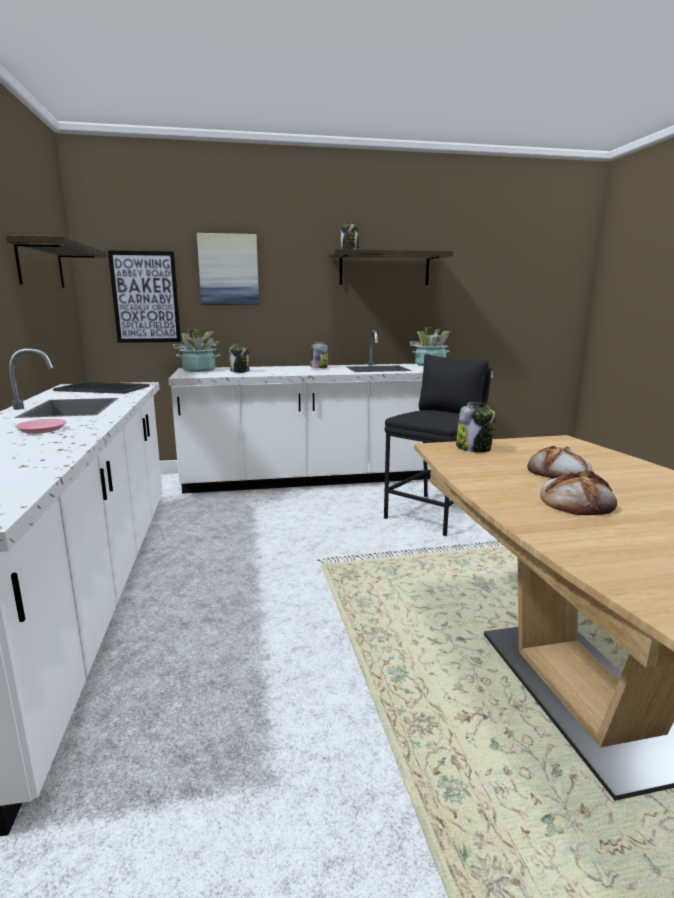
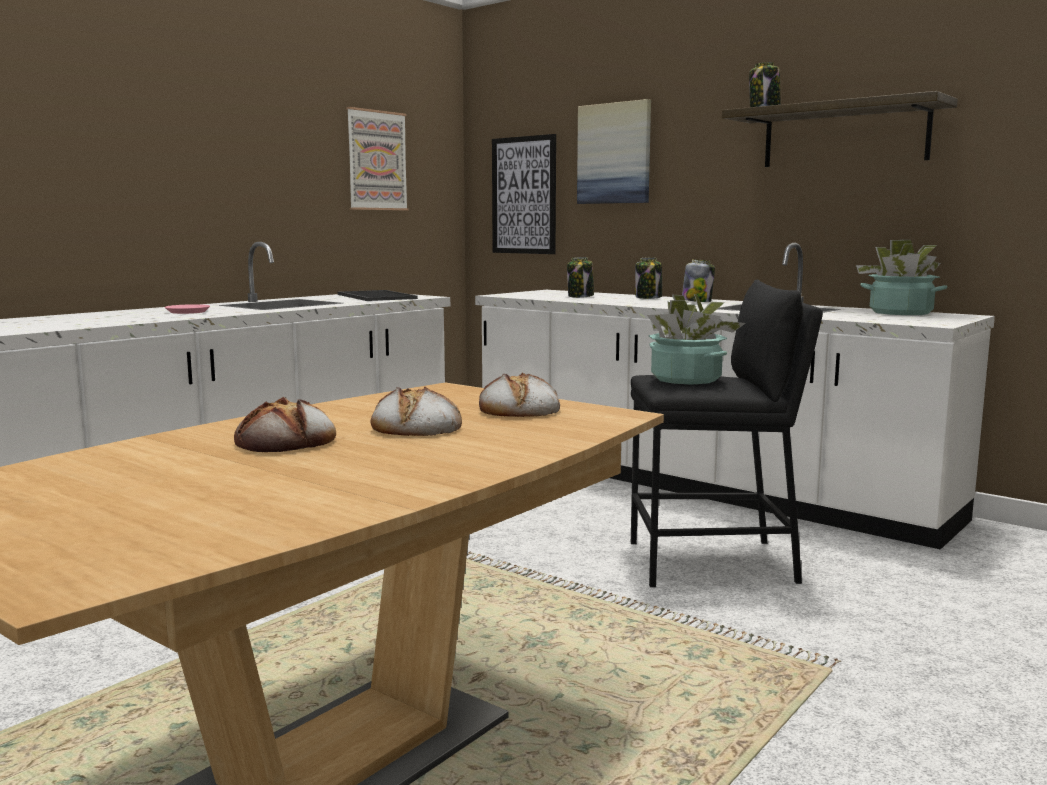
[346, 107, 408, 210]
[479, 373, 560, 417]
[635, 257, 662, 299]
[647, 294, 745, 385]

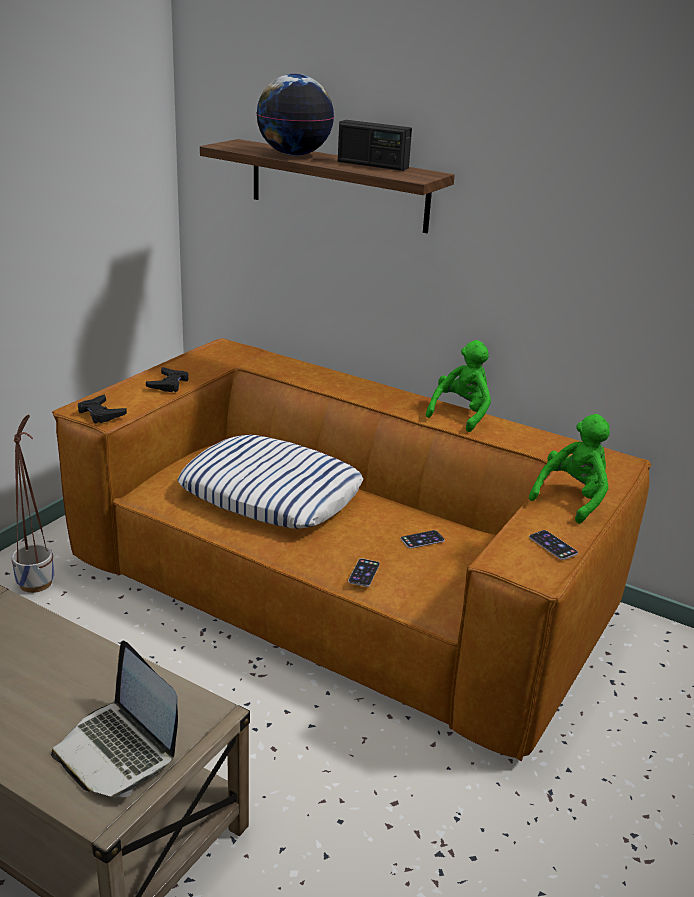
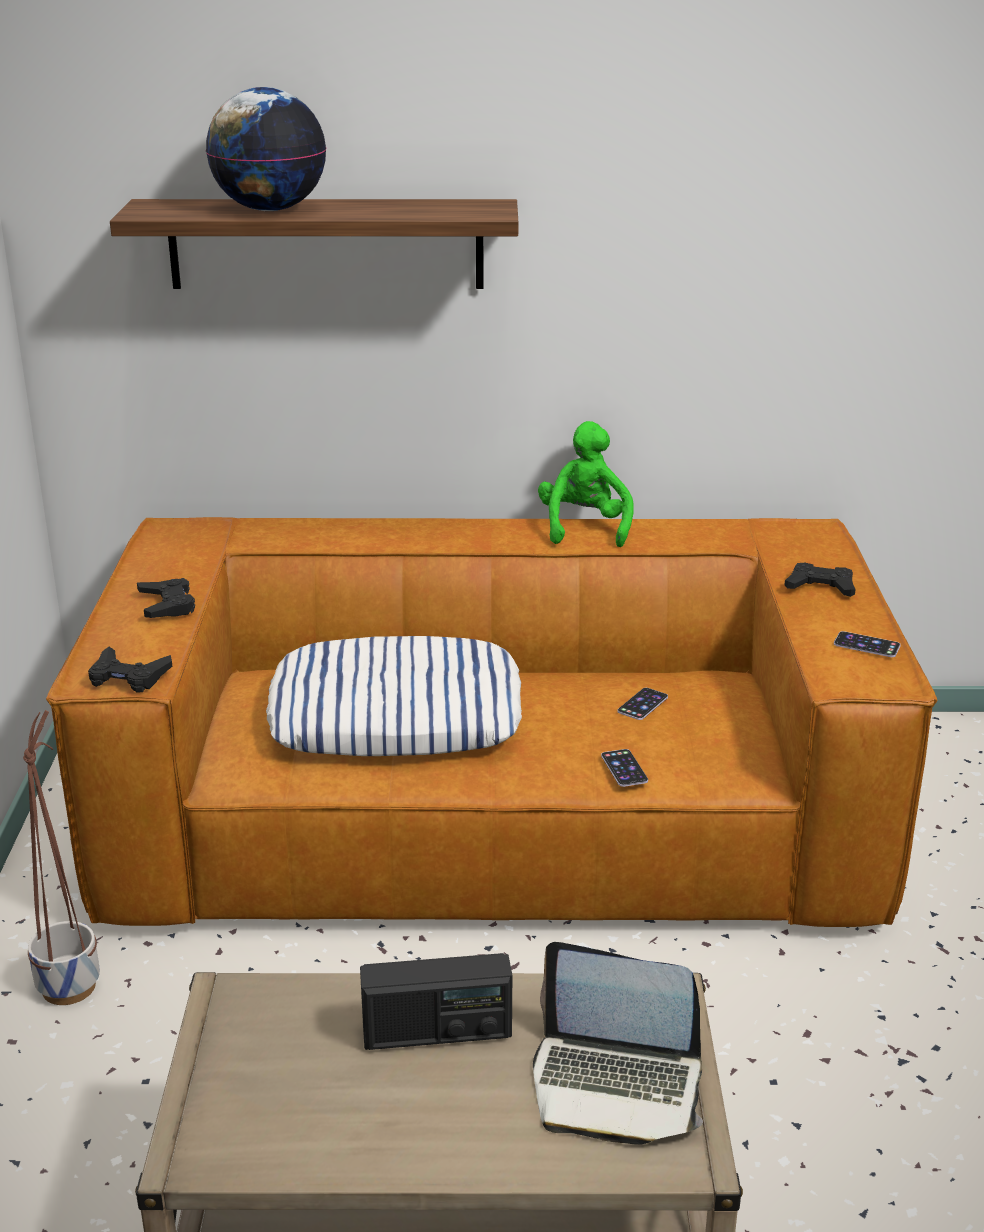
[360, 953, 512, 1050]
[785, 563, 856, 597]

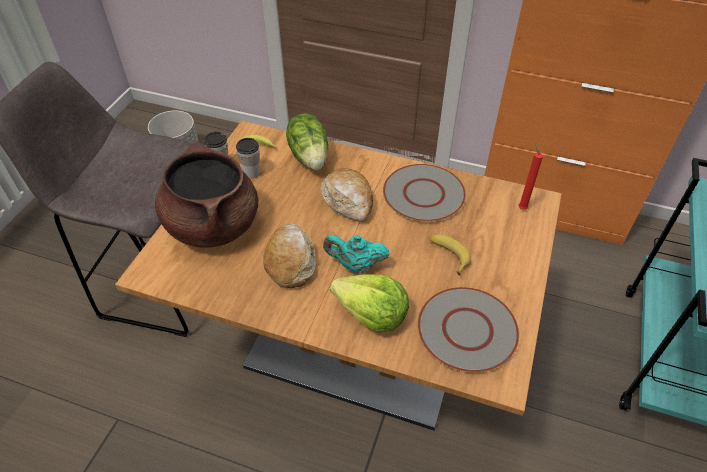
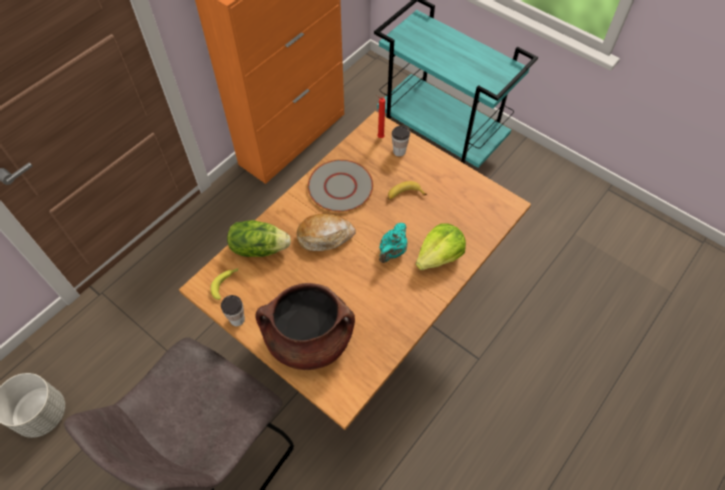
[392, 126, 410, 157]
[263, 223, 316, 288] (first image)
[418, 287, 519, 373] (first image)

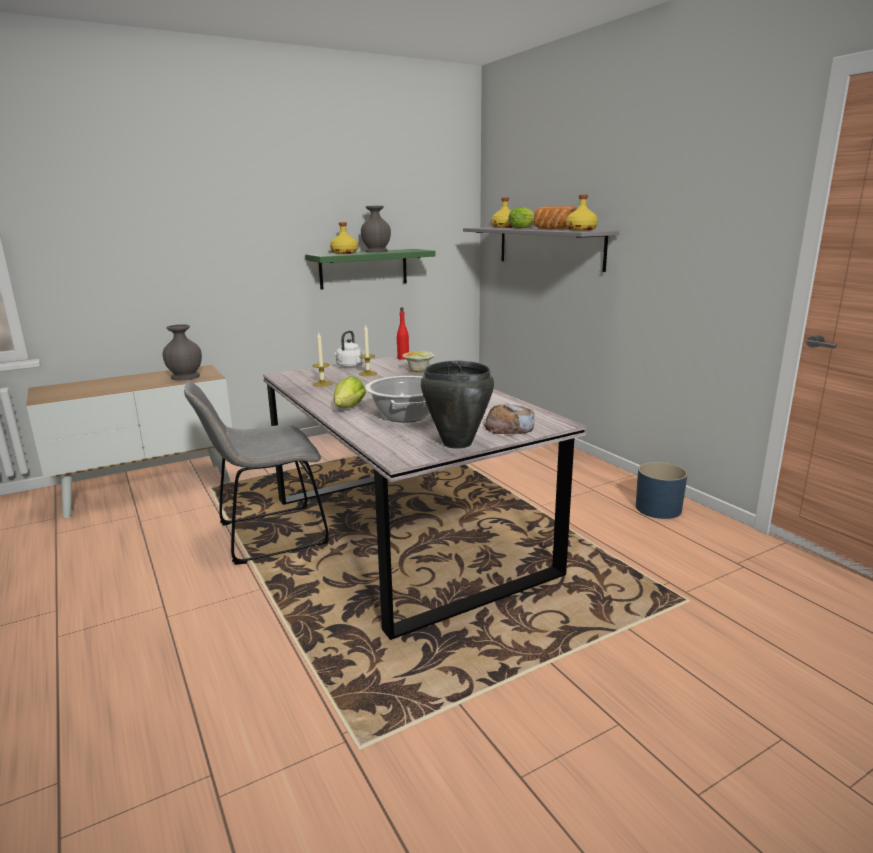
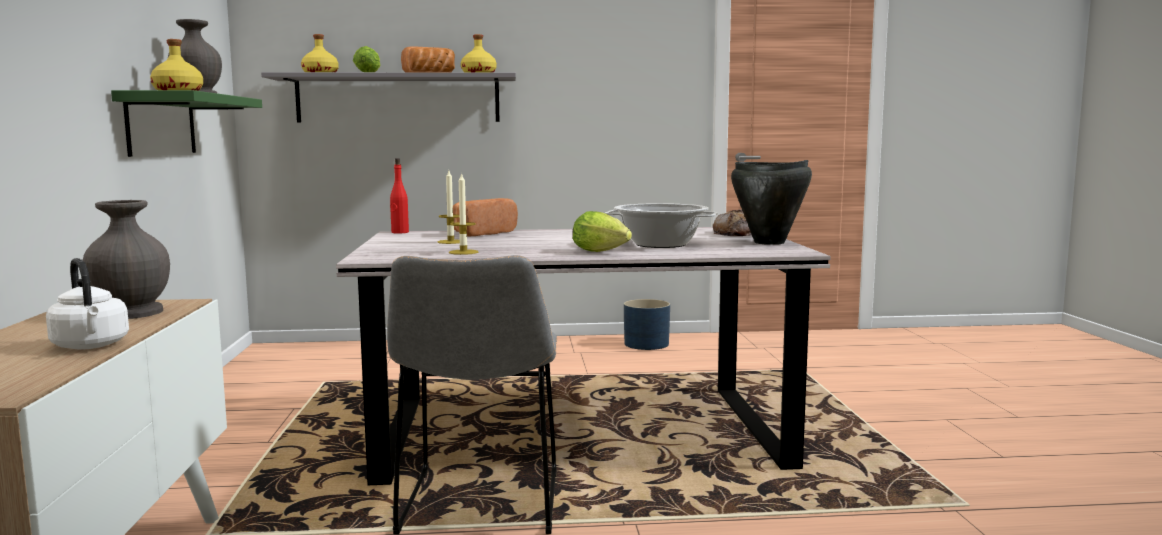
[46, 258, 129, 350]
[453, 198, 518, 236]

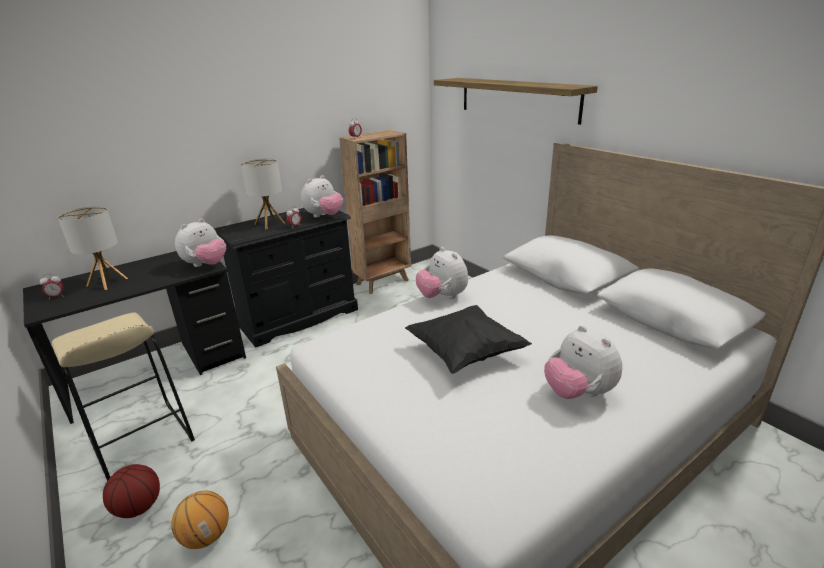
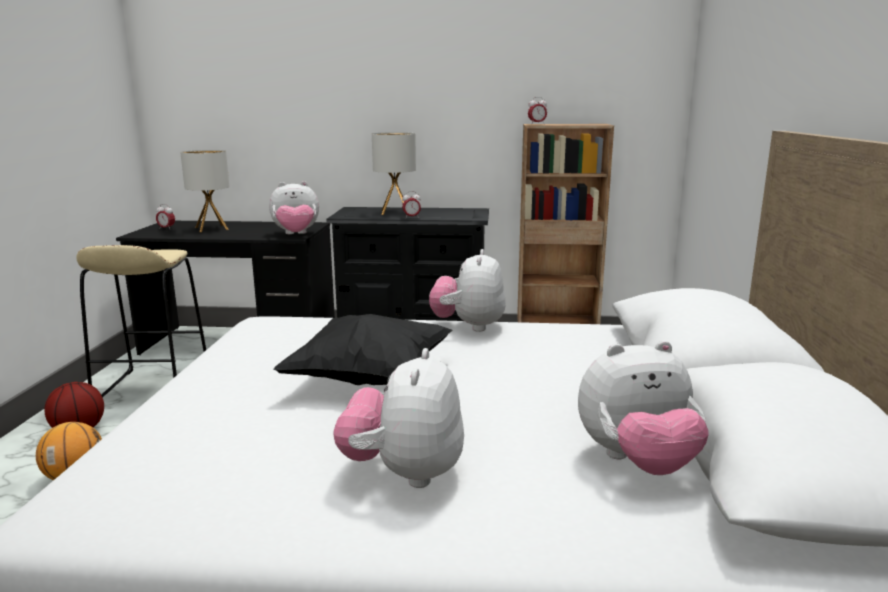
[578, 341, 708, 475]
[434, 78, 598, 125] (first image)

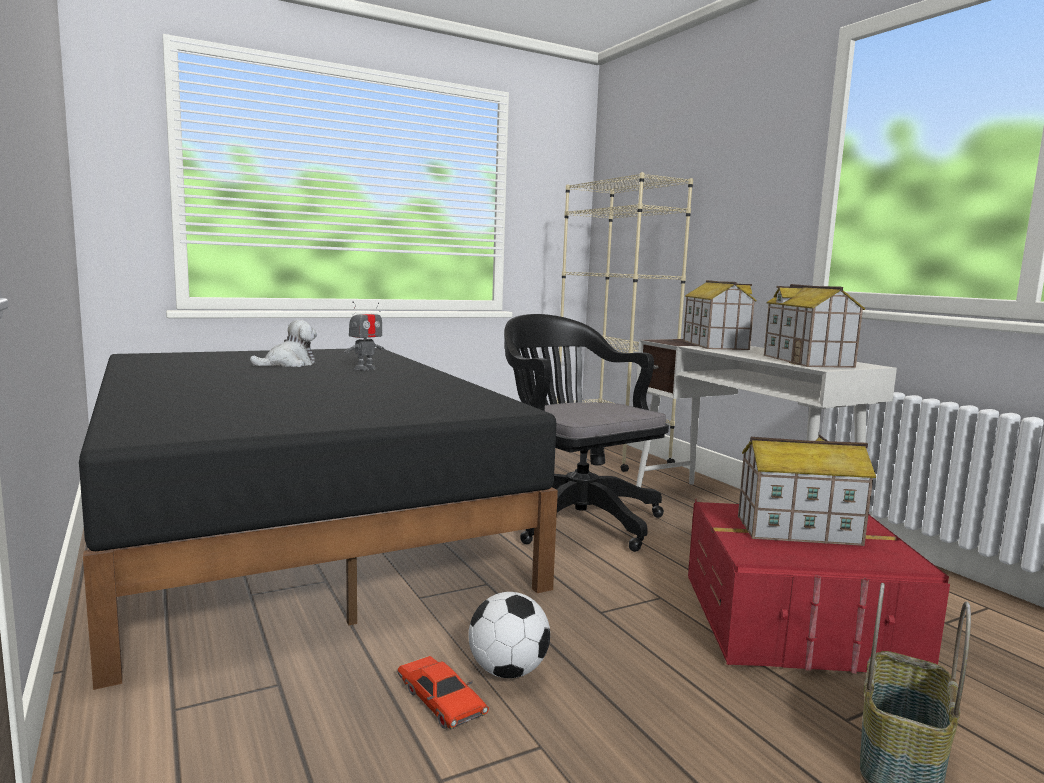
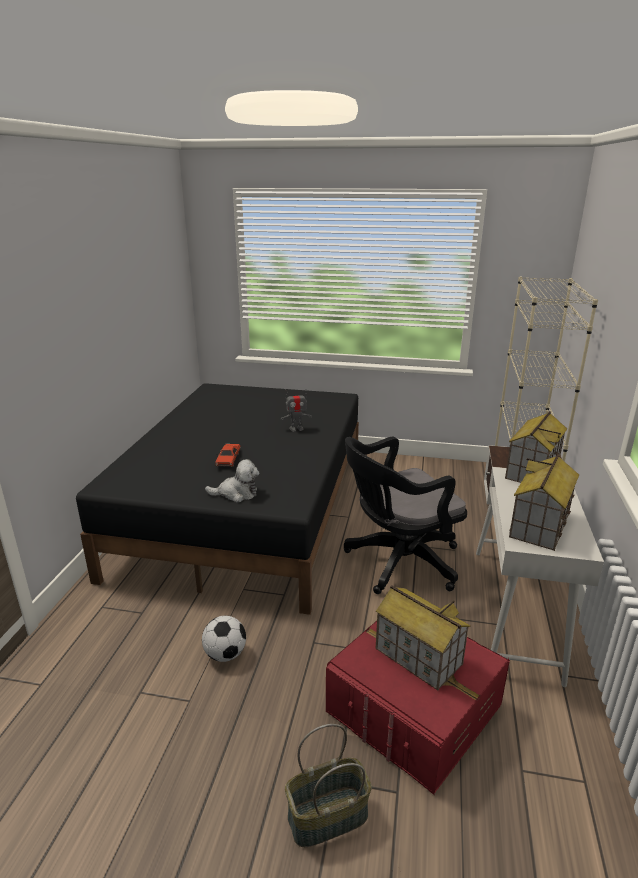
[205, 459, 259, 502]
[215, 444, 241, 467]
[344, 437, 467, 594]

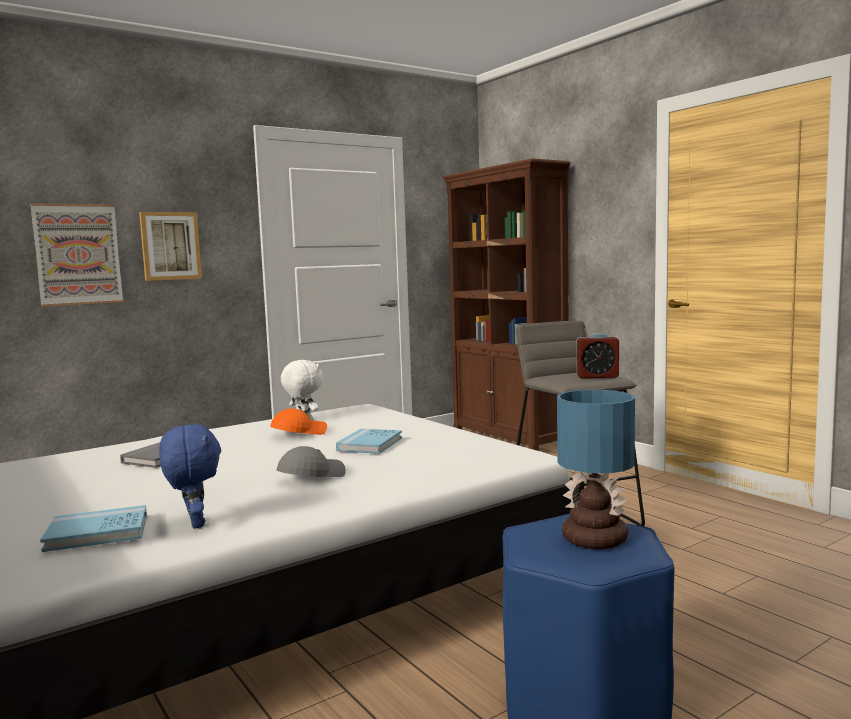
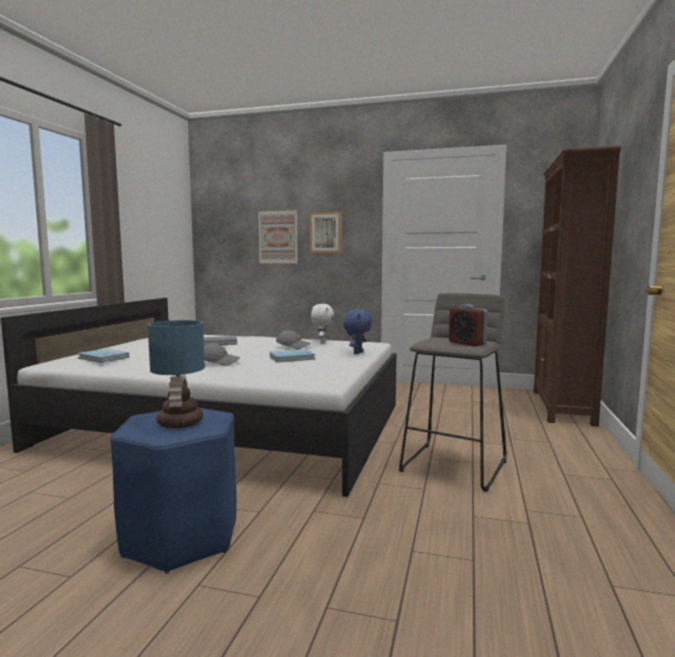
[276, 330, 311, 350]
[343, 309, 372, 354]

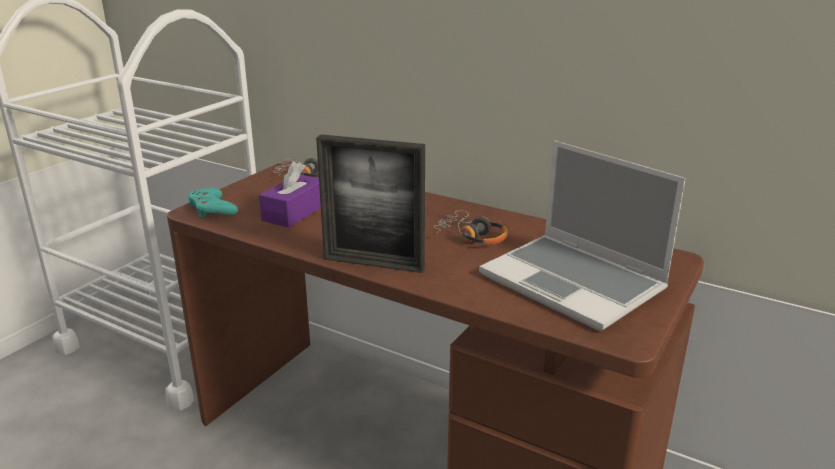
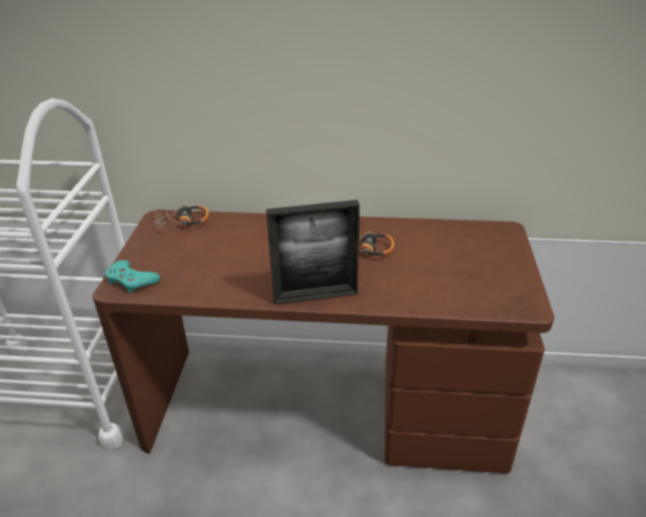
[259, 161, 321, 228] (first image)
[479, 140, 686, 331] (first image)

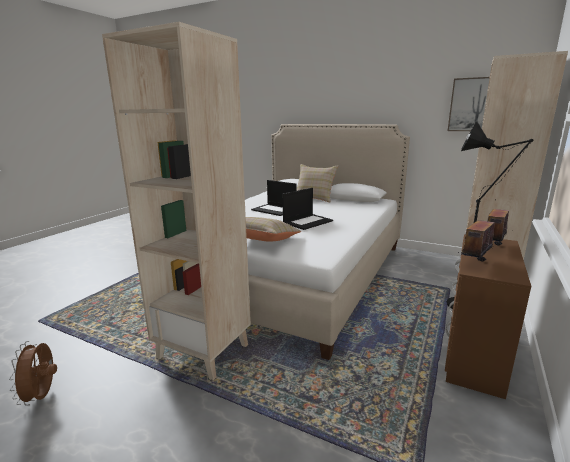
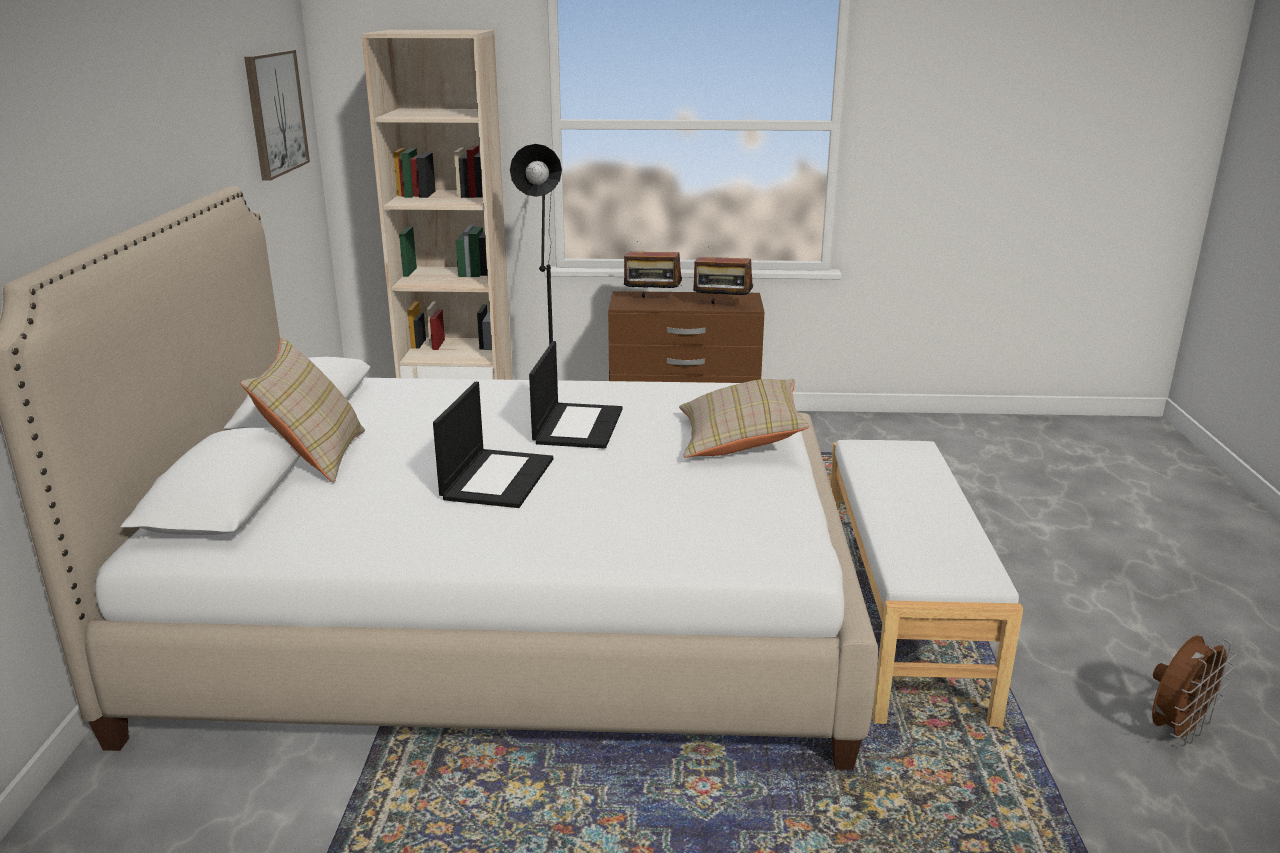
[529, 341, 623, 449]
[830, 440, 1023, 727]

